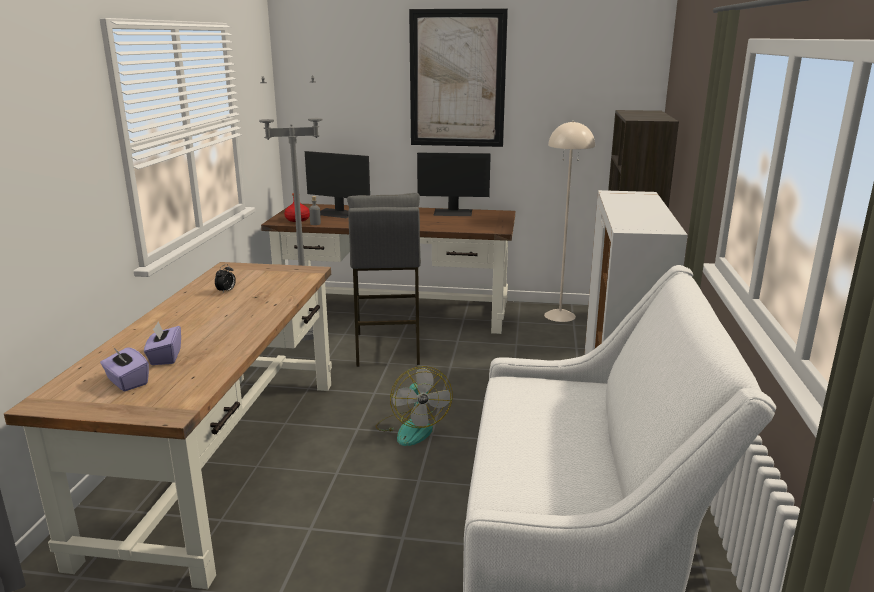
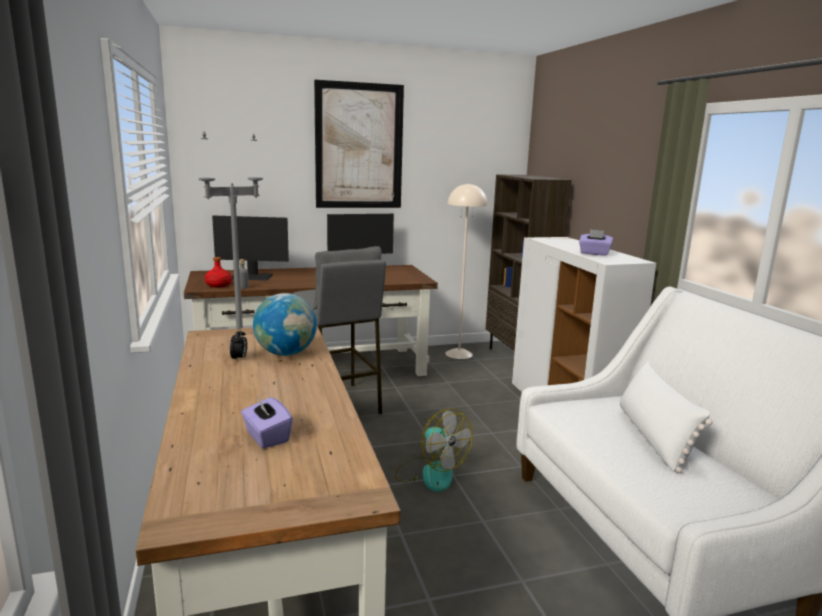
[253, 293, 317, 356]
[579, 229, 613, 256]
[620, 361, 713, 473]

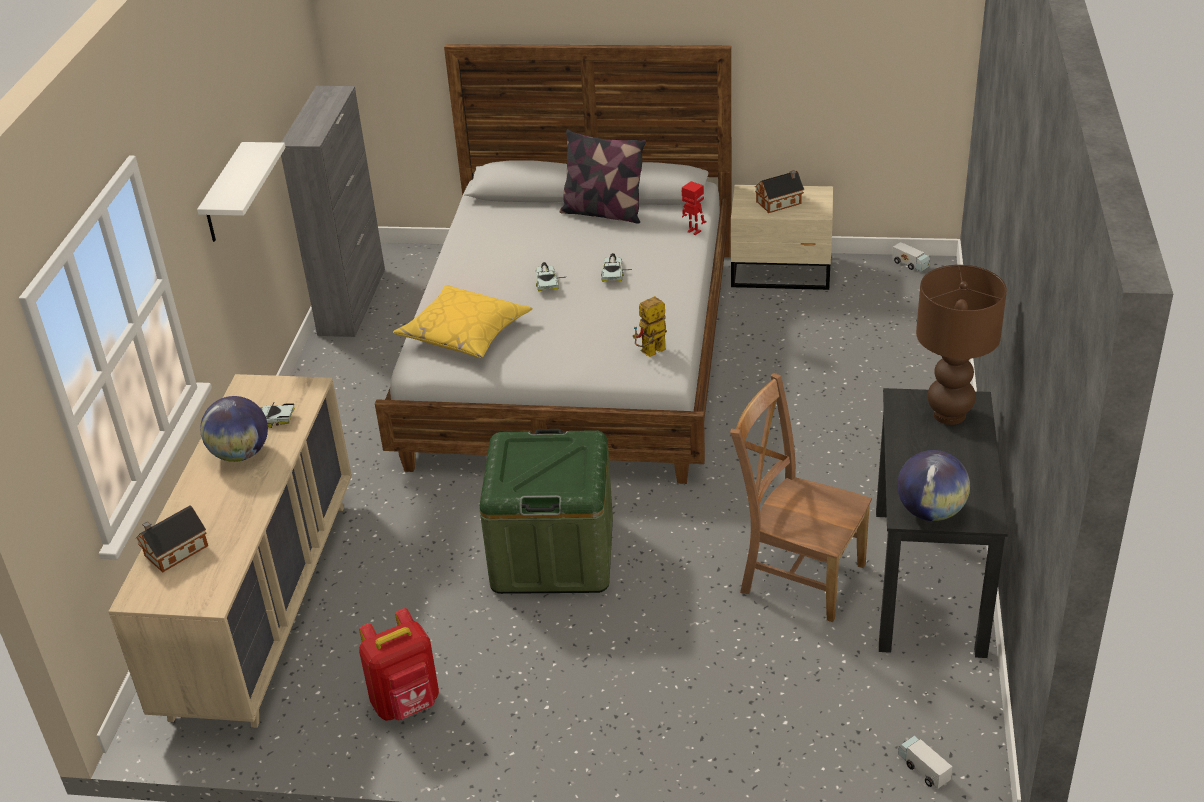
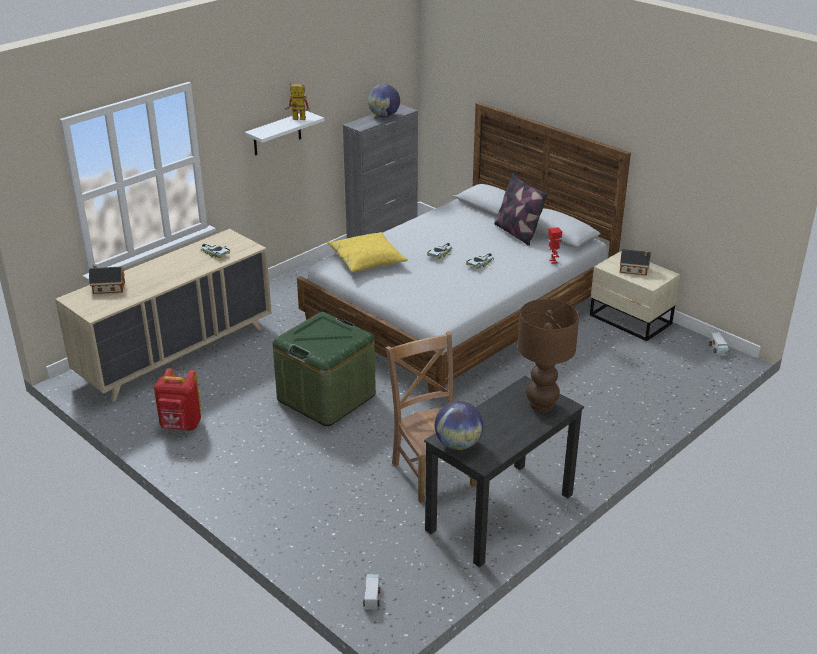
[285, 83, 310, 120]
[368, 84, 400, 117]

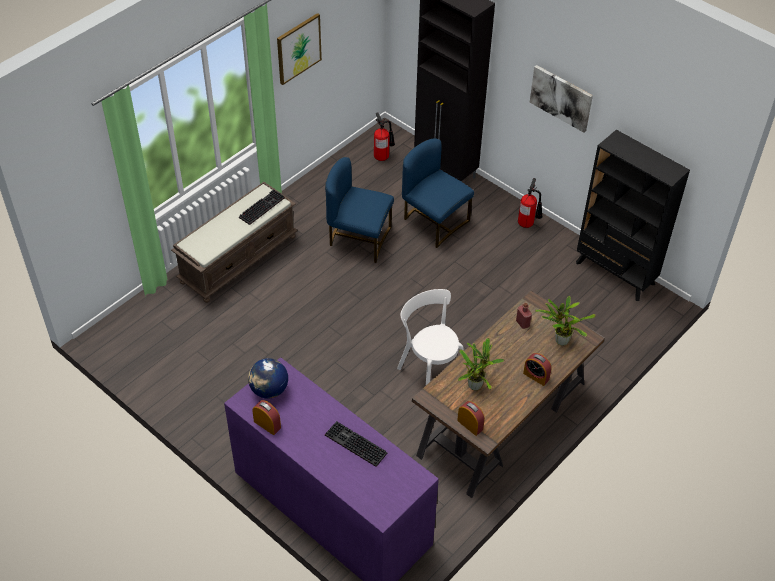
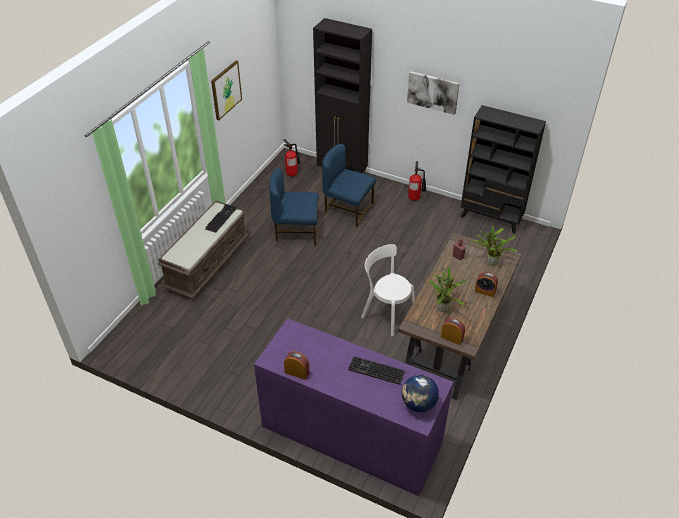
[402, 375, 439, 412]

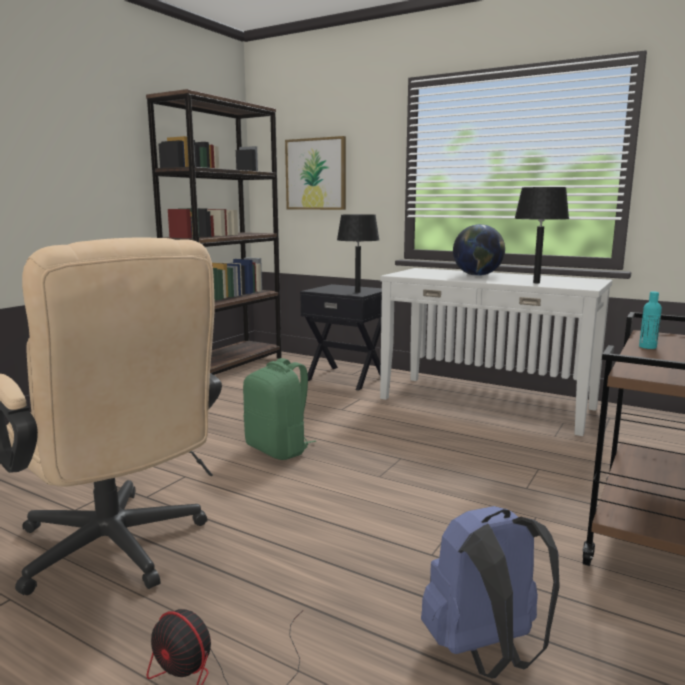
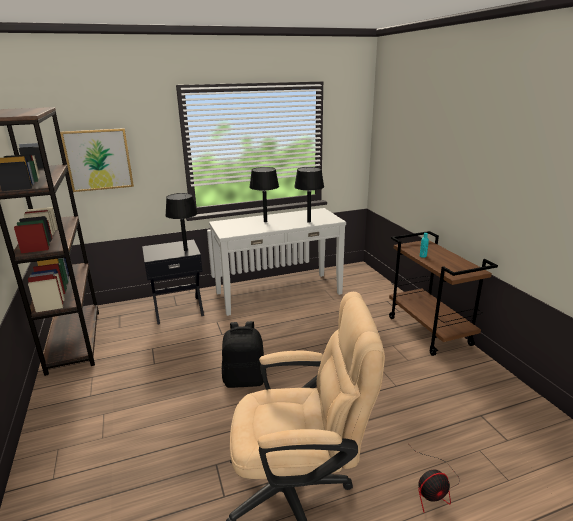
[222, 321, 267, 388]
[249, 167, 279, 222]
[421, 506, 560, 678] (first image)

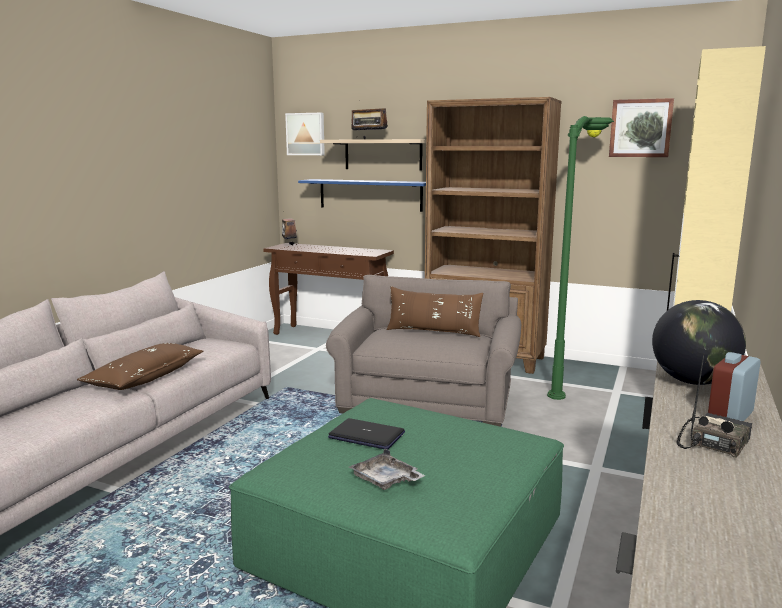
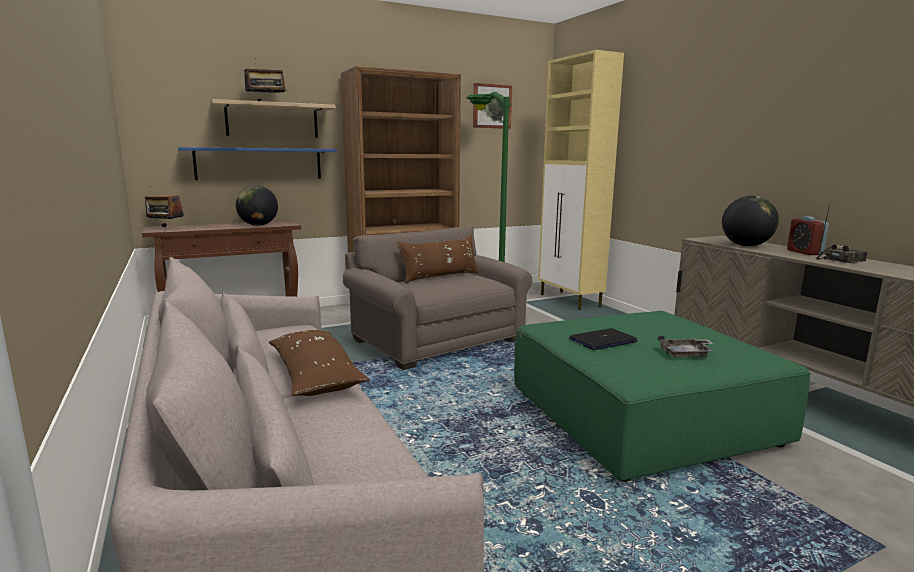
[236, 185, 278, 226]
[816, 204, 868, 263]
[285, 113, 325, 155] (first image)

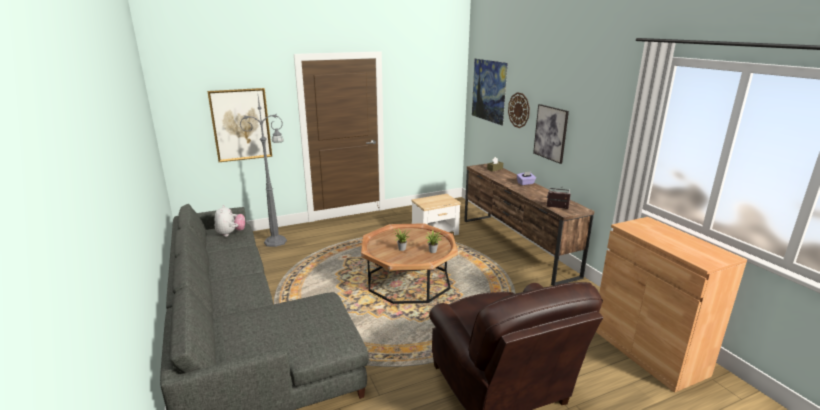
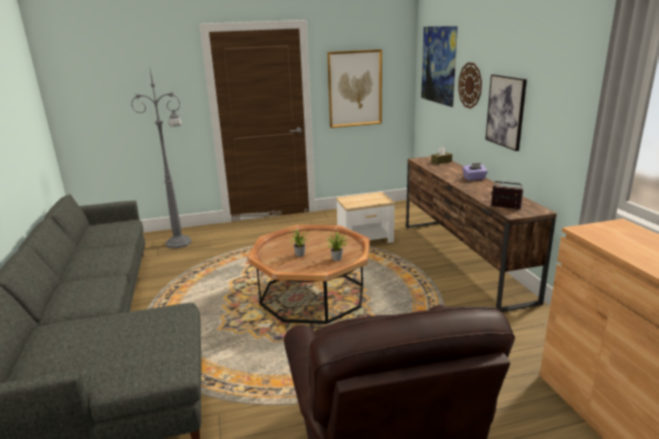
[327, 49, 382, 128]
[215, 205, 245, 237] (first image)

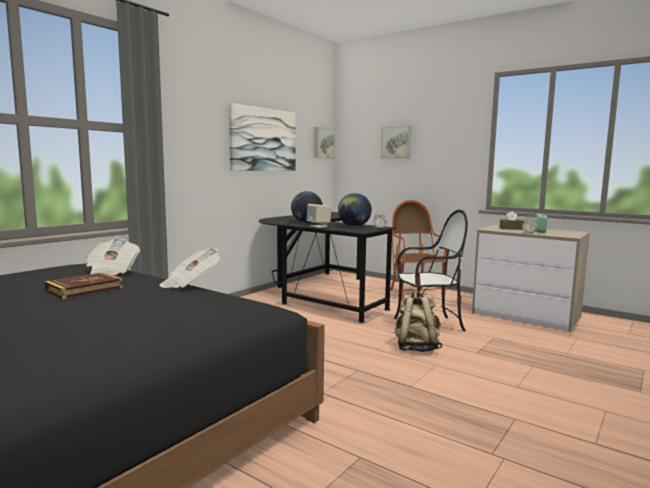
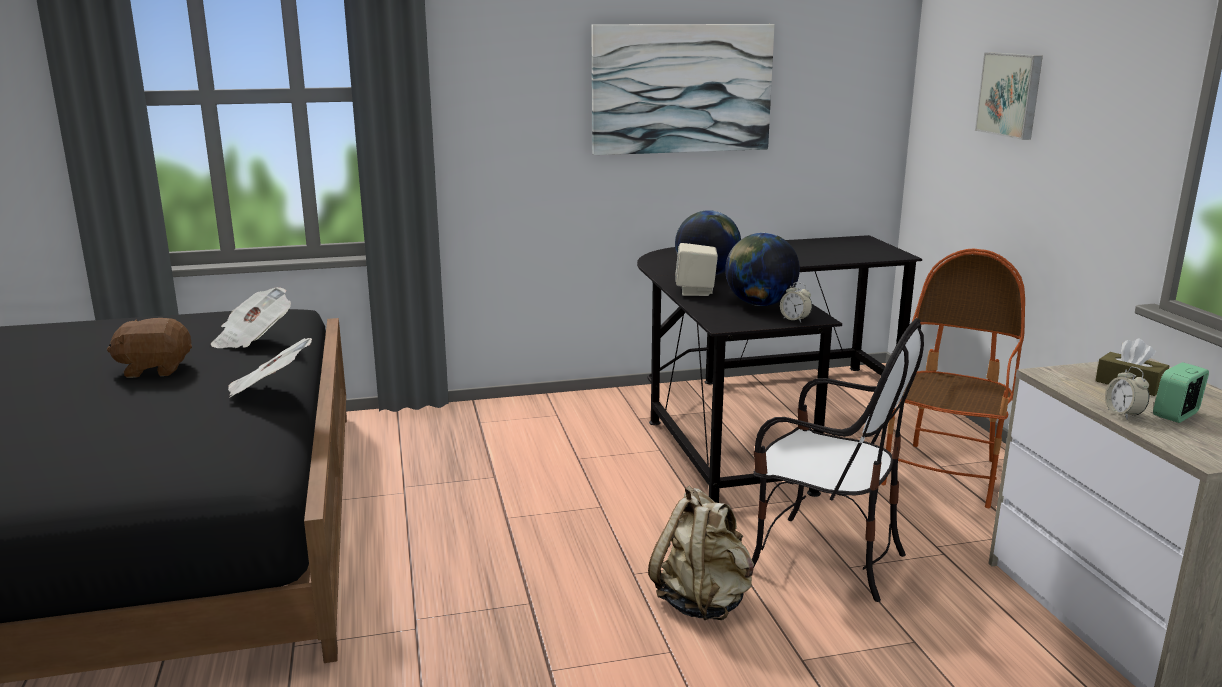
[107, 318, 192, 378]
[314, 127, 335, 159] (first image)

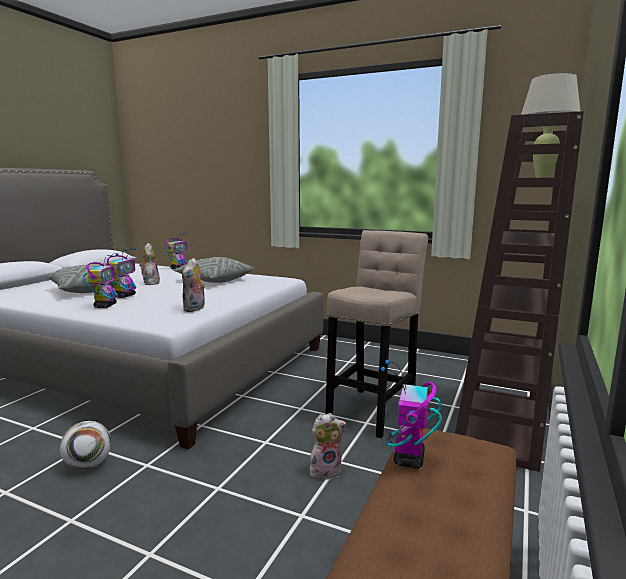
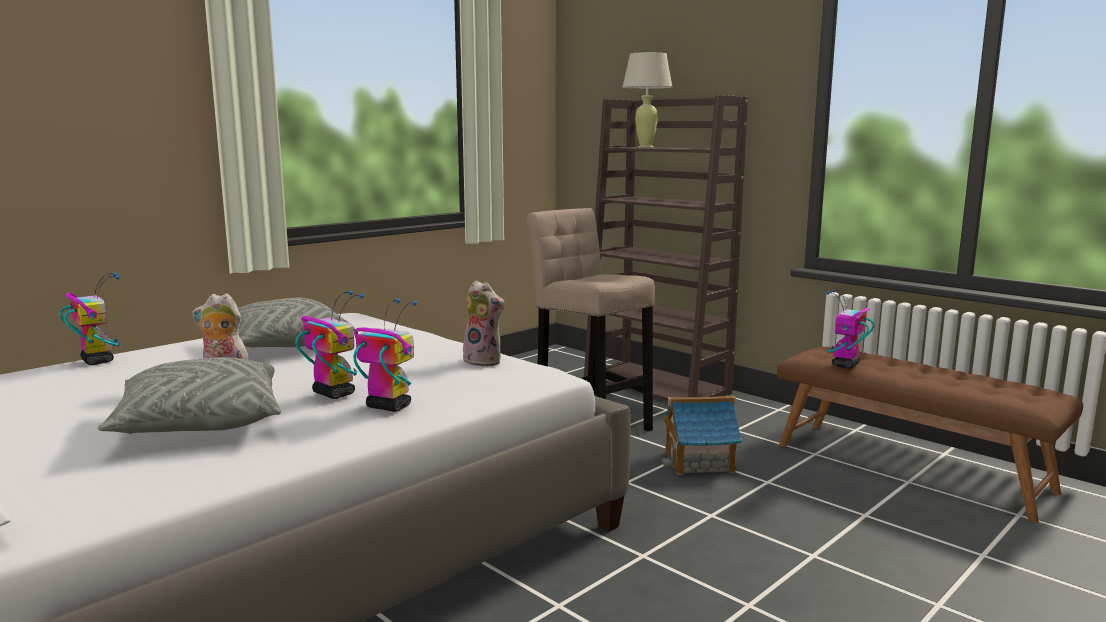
[661, 396, 742, 475]
[826, 289, 875, 369]
[60, 421, 111, 470] (first image)

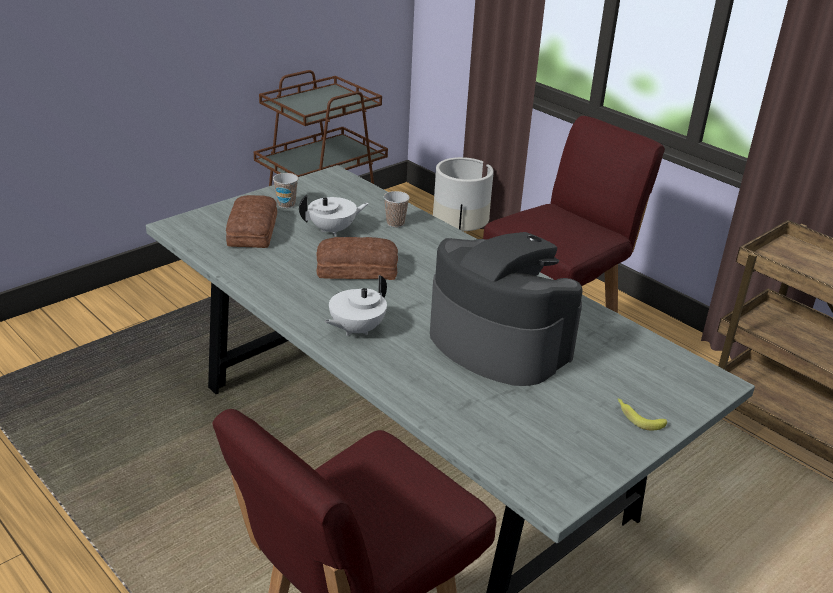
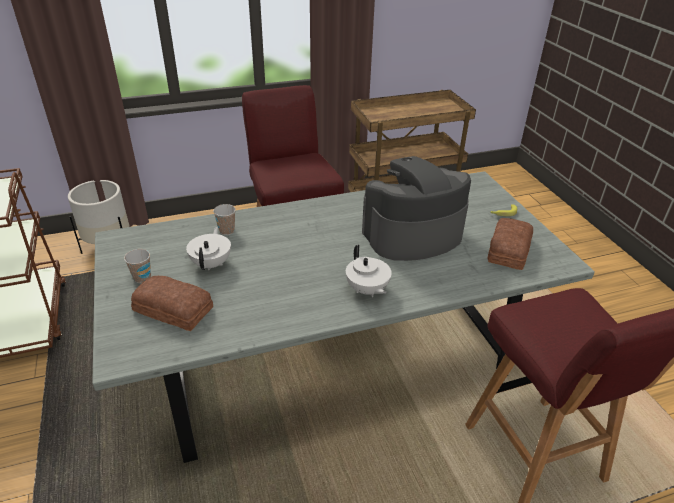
[487, 218, 533, 270]

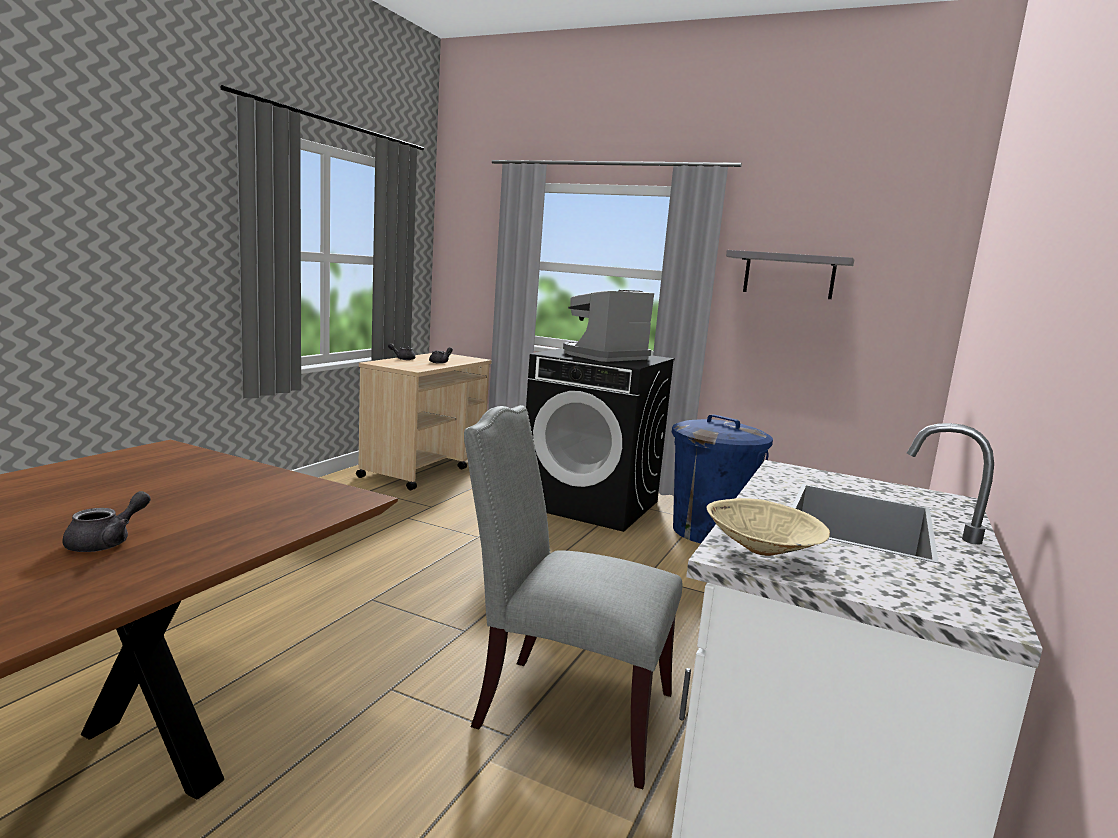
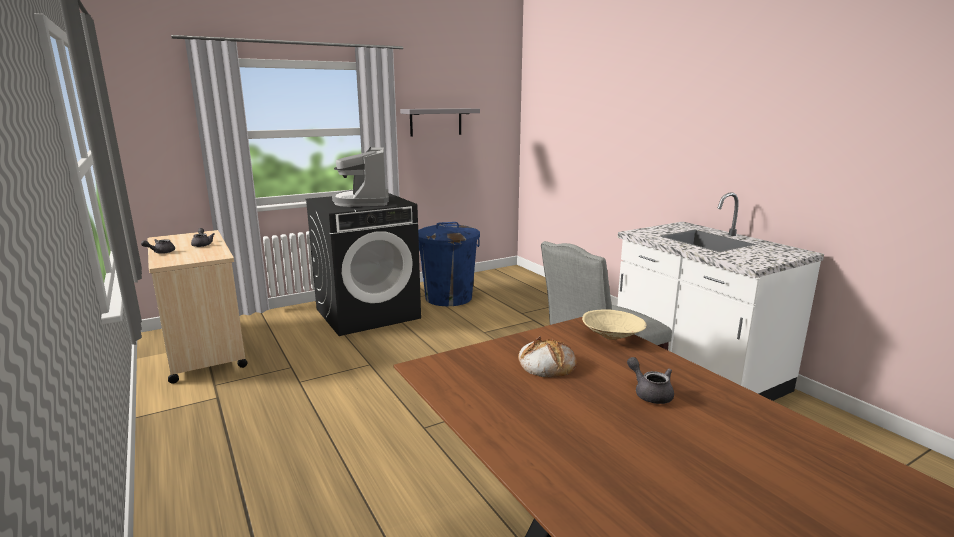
[518, 336, 577, 377]
[582, 309, 647, 340]

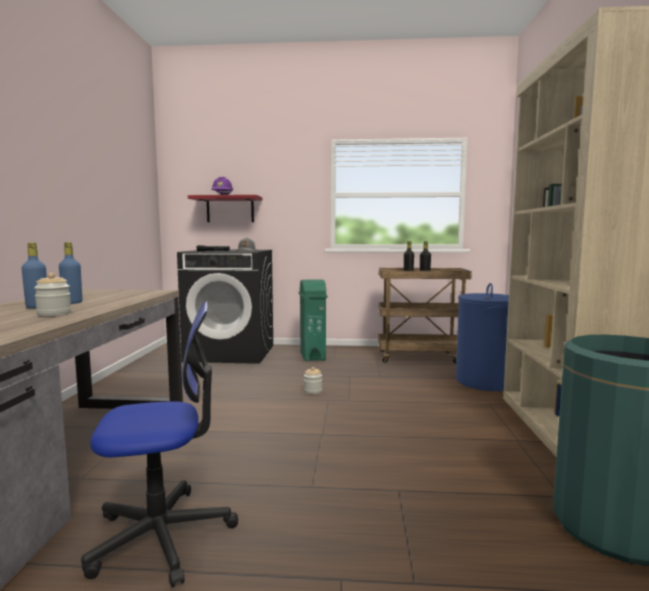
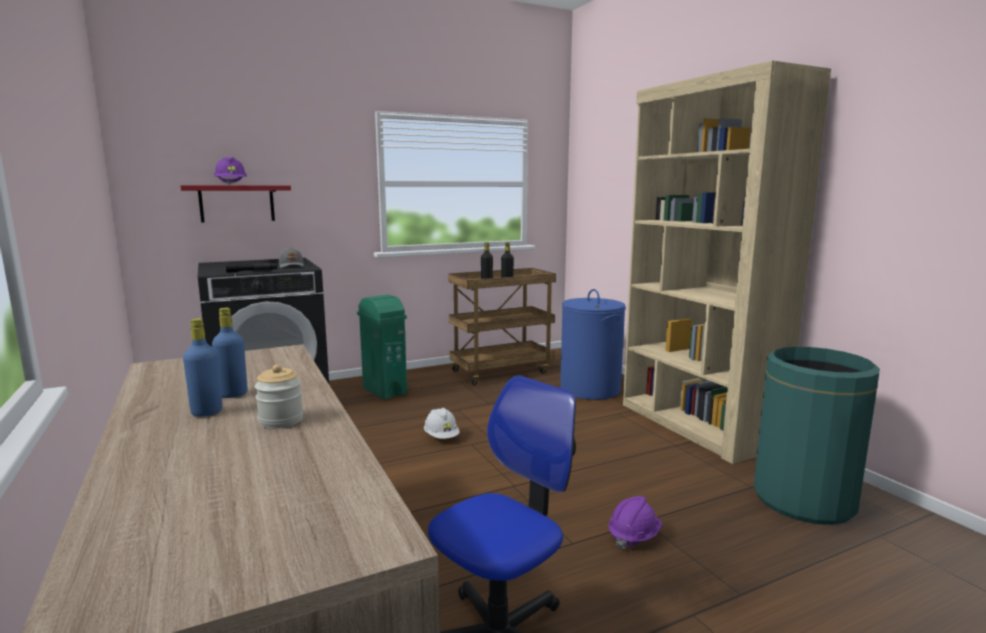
[424, 408, 460, 439]
[609, 496, 663, 550]

